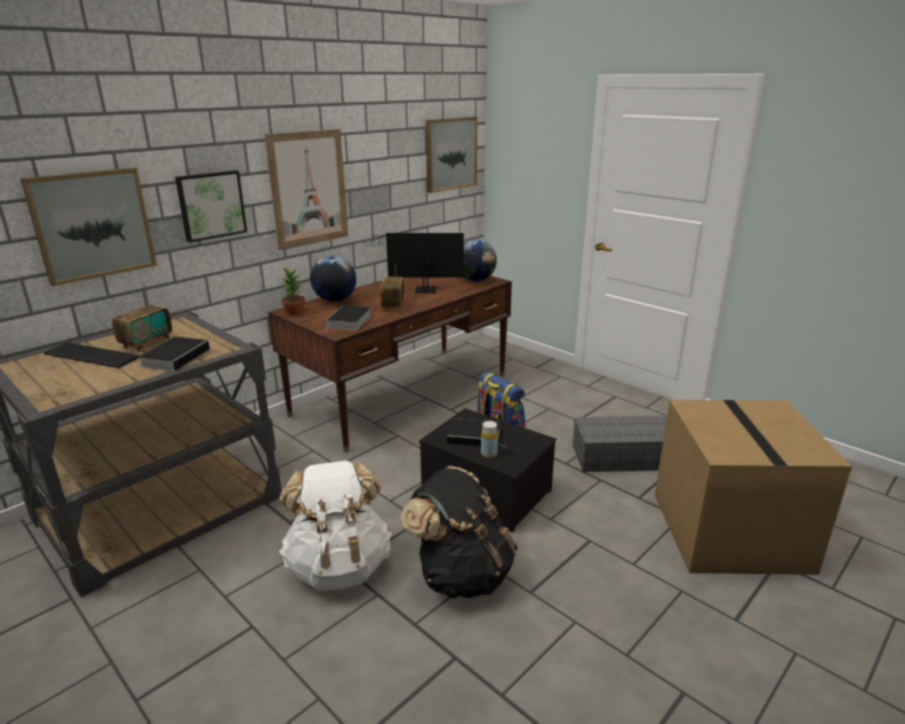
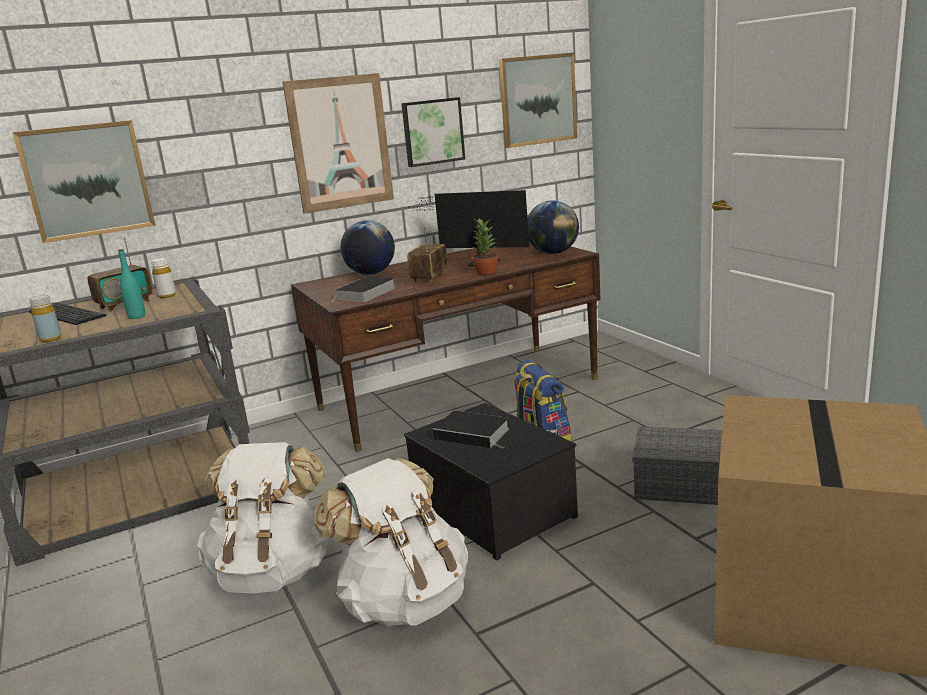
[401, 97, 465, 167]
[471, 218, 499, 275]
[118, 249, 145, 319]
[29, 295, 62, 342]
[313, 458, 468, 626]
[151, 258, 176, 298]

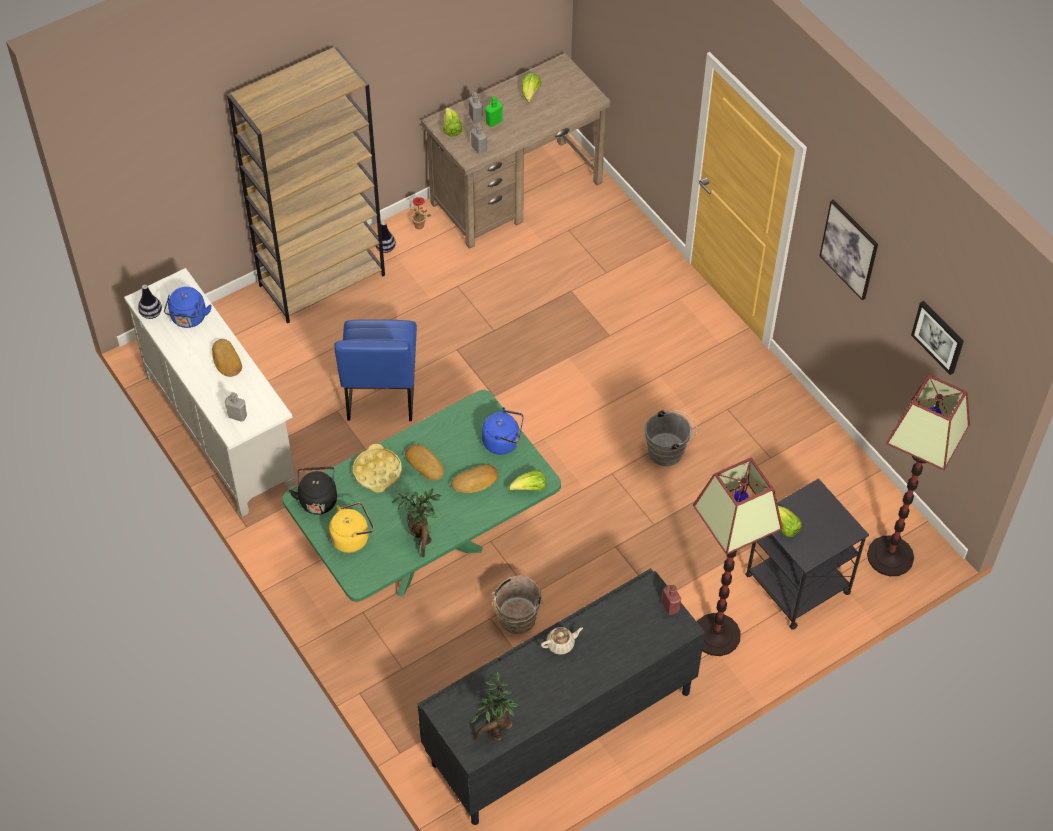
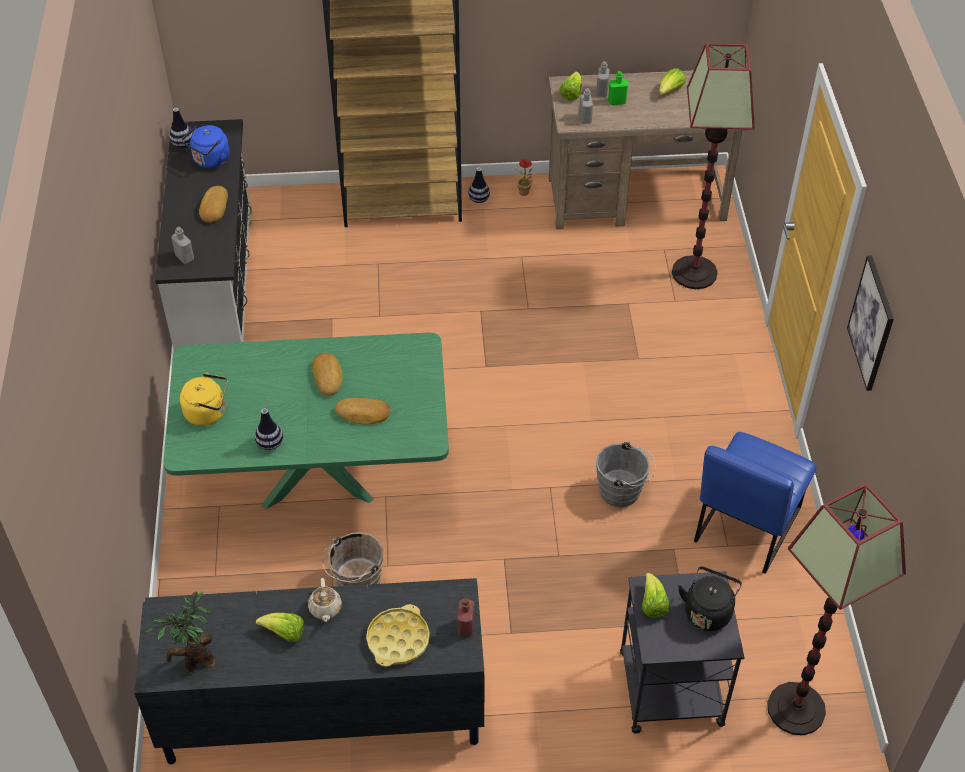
[155, 119, 252, 351]
[911, 301, 964, 375] (first image)
[694, 432, 817, 574]
[482, 407, 523, 455] (first image)
[366, 604, 430, 667]
[672, 43, 755, 289]
[678, 567, 742, 631]
[256, 613, 304, 642]
[255, 408, 283, 450]
[308, 578, 342, 622]

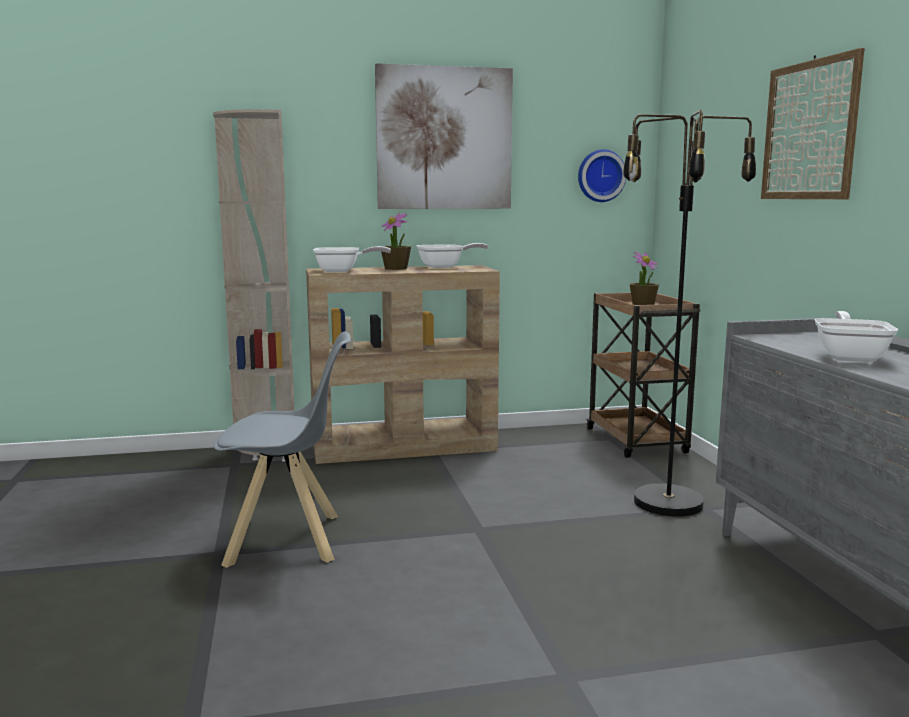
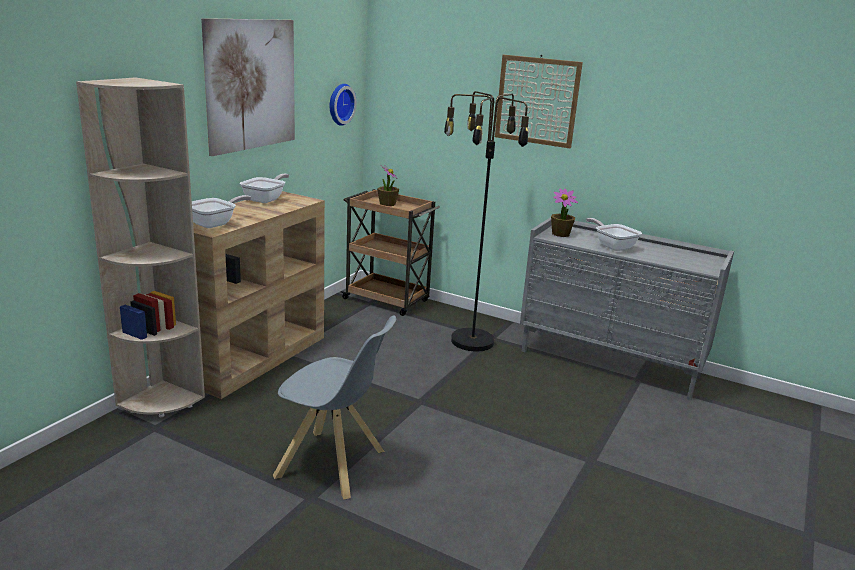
[551, 188, 578, 237]
[273, 316, 396, 500]

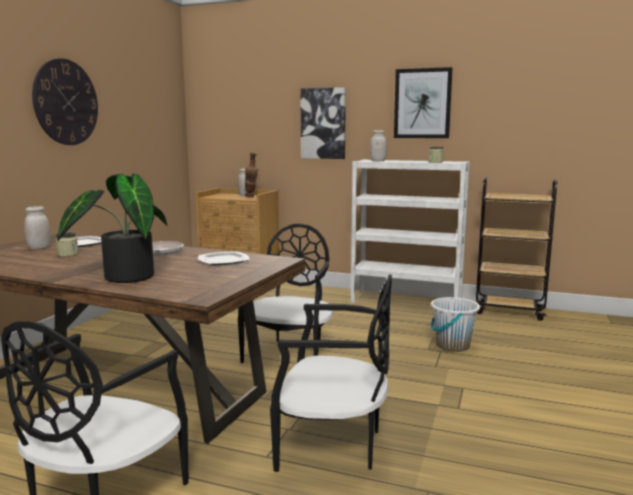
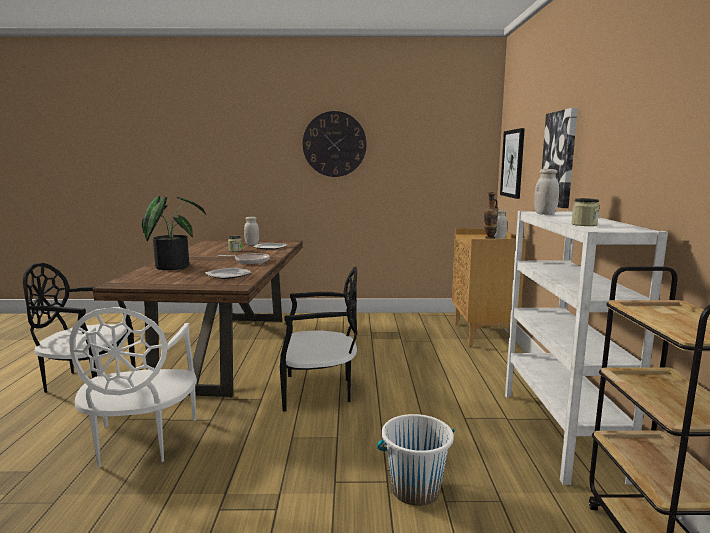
[500, 128, 525, 199]
[69, 307, 197, 468]

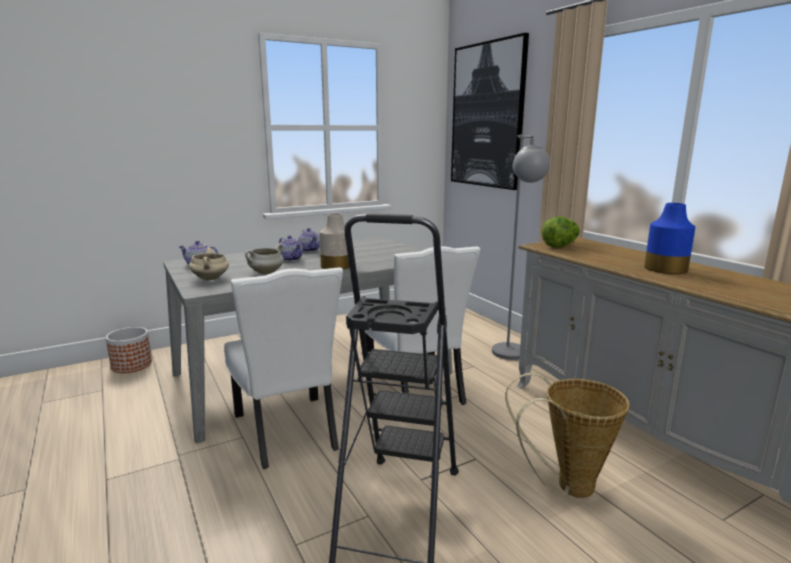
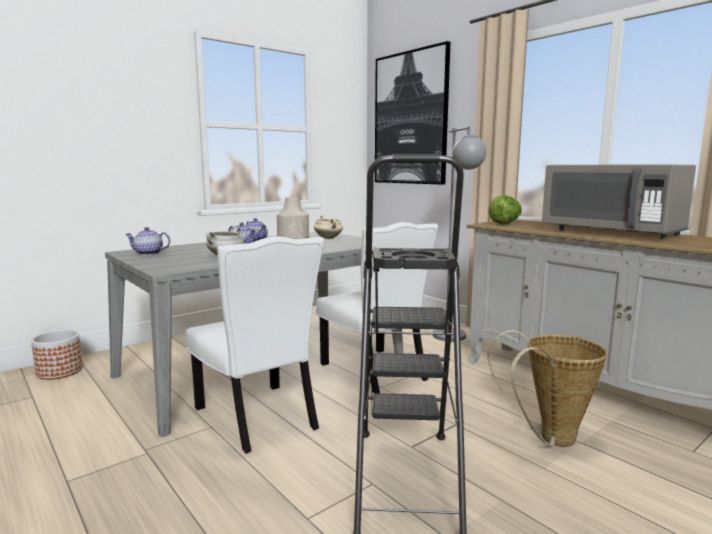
[542, 164, 696, 240]
[314, 215, 343, 239]

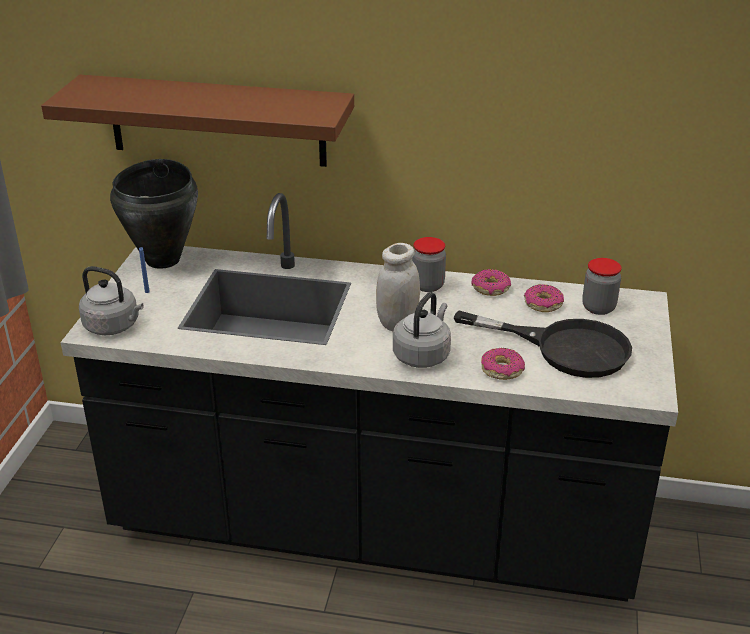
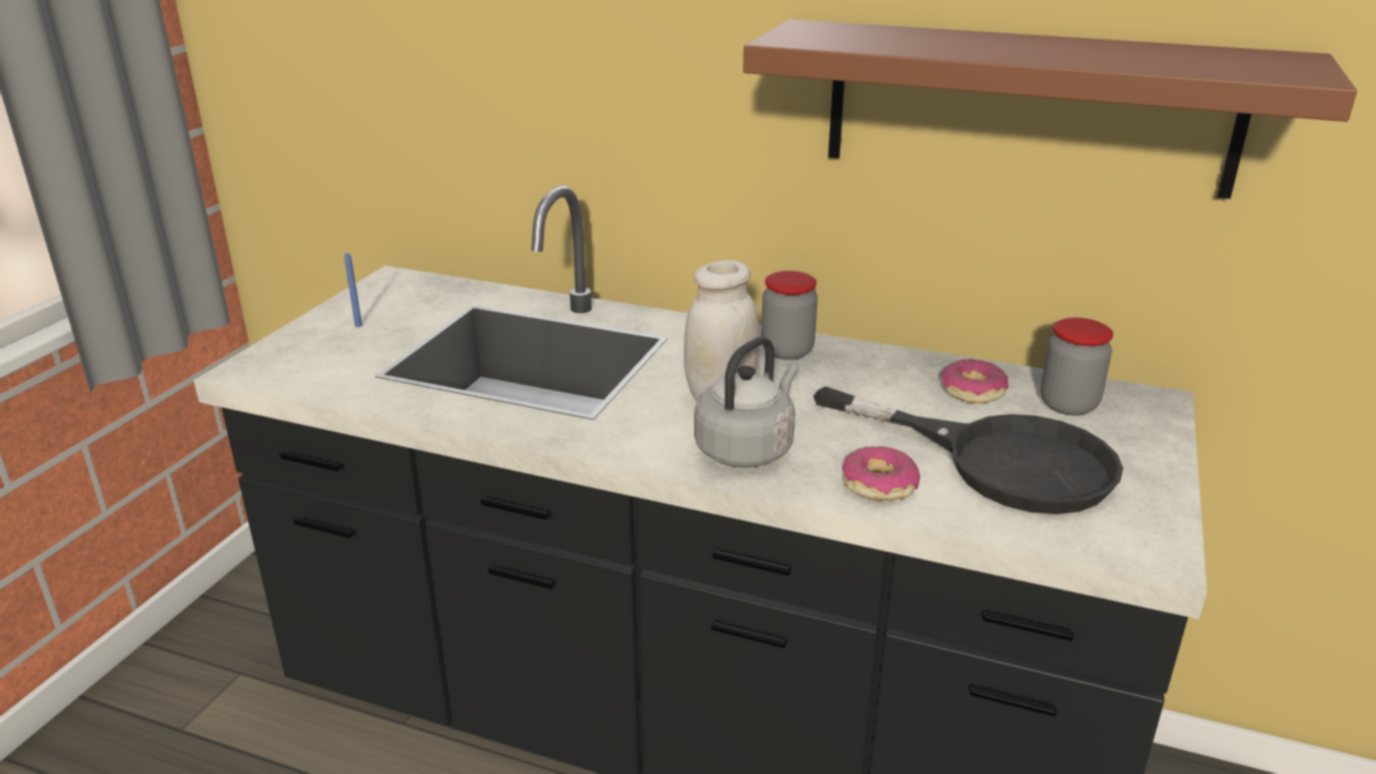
[743, 19, 1357, 199]
[110, 159, 198, 269] (first image)
[79, 266, 144, 335] (first image)
[471, 269, 511, 296] (first image)

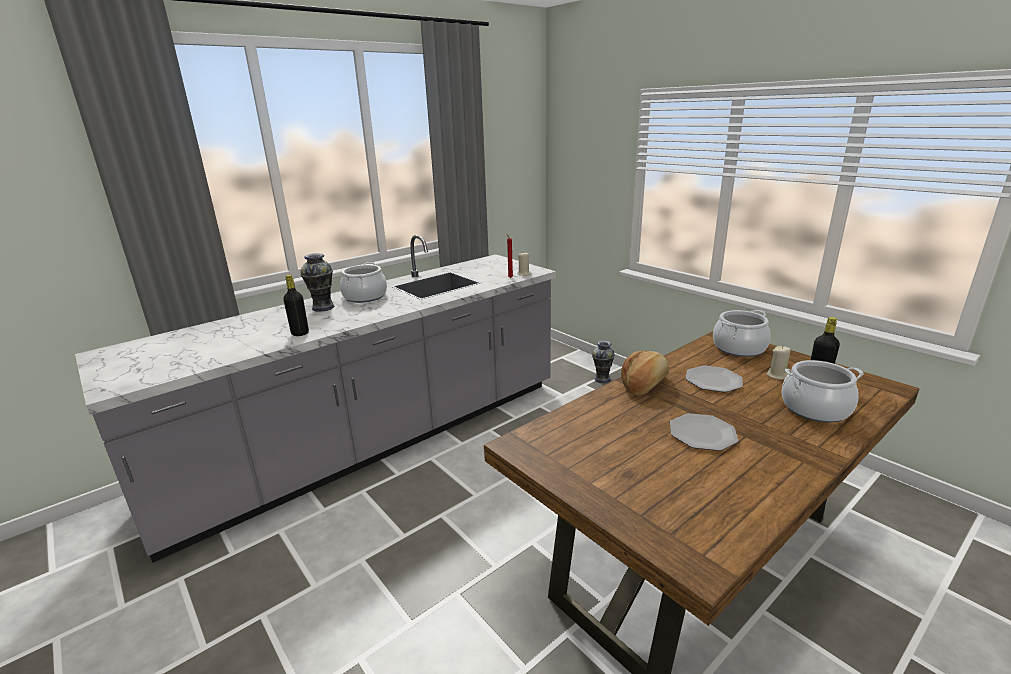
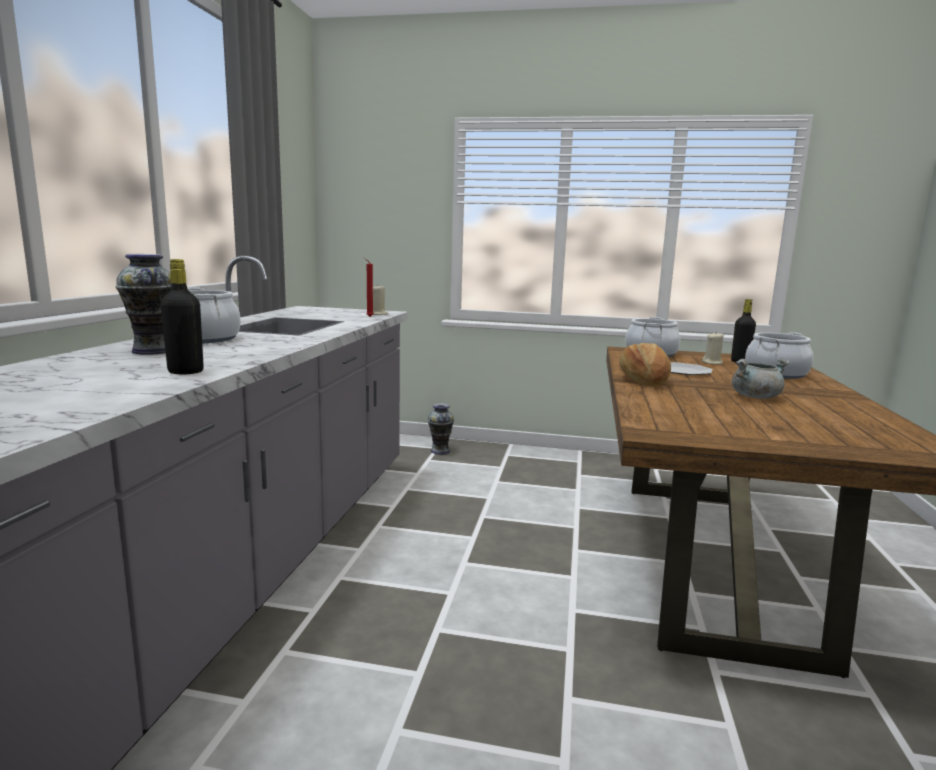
[732, 358, 790, 399]

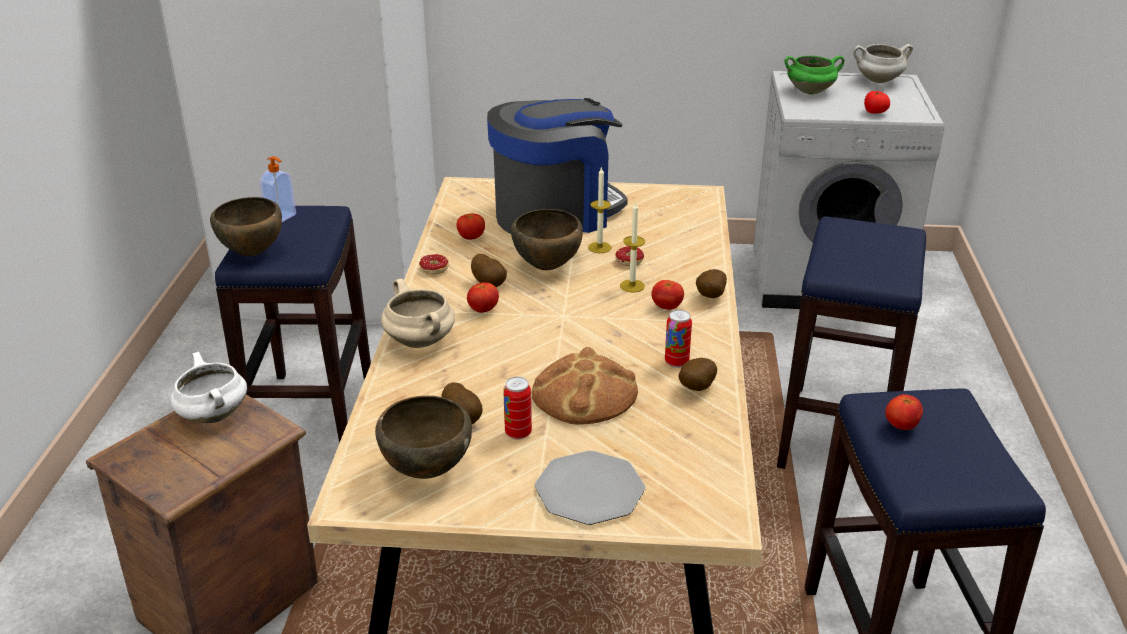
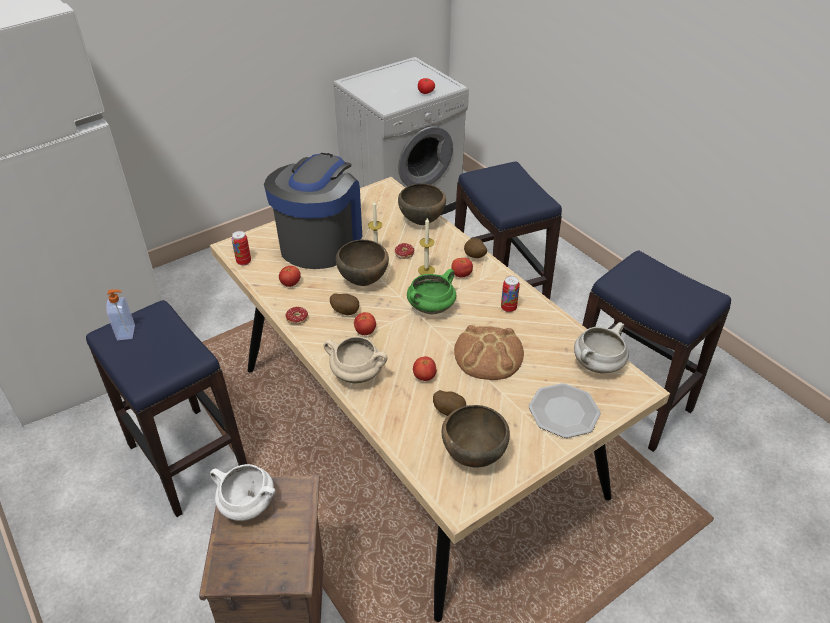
[574, 322, 629, 373]
[407, 269, 456, 314]
[398, 184, 446, 225]
[679, 358, 717, 391] (first image)
[232, 231, 251, 266]
[413, 356, 437, 381]

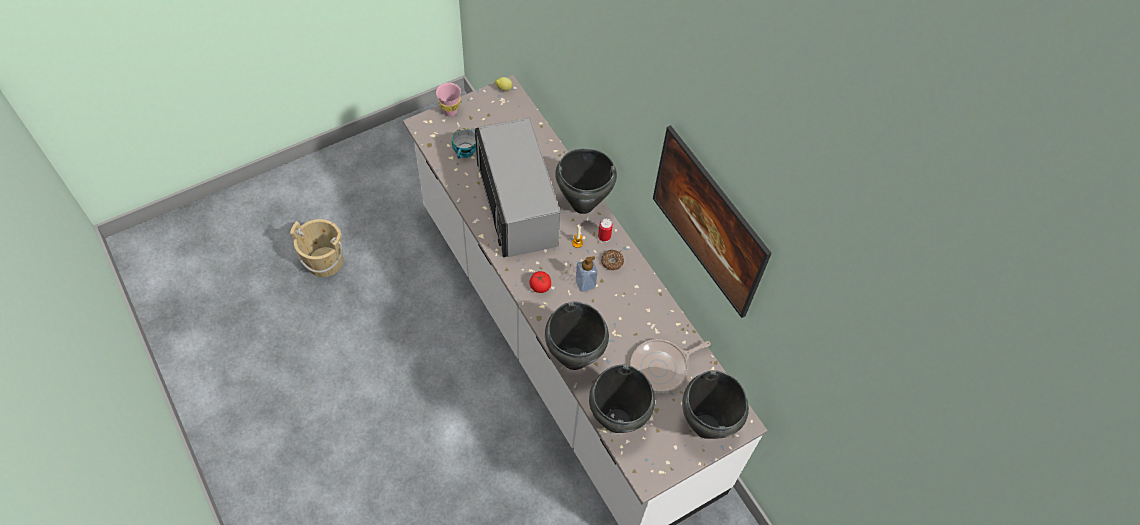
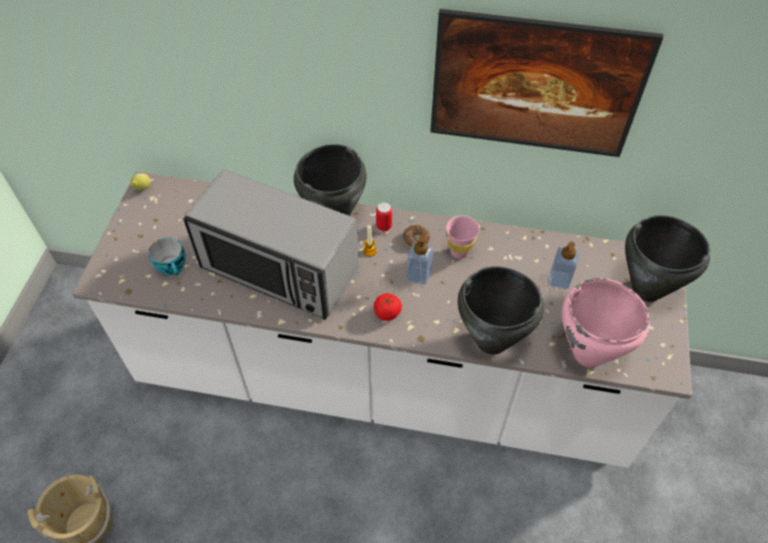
[446, 215, 479, 259]
[548, 242, 579, 289]
[562, 278, 650, 367]

